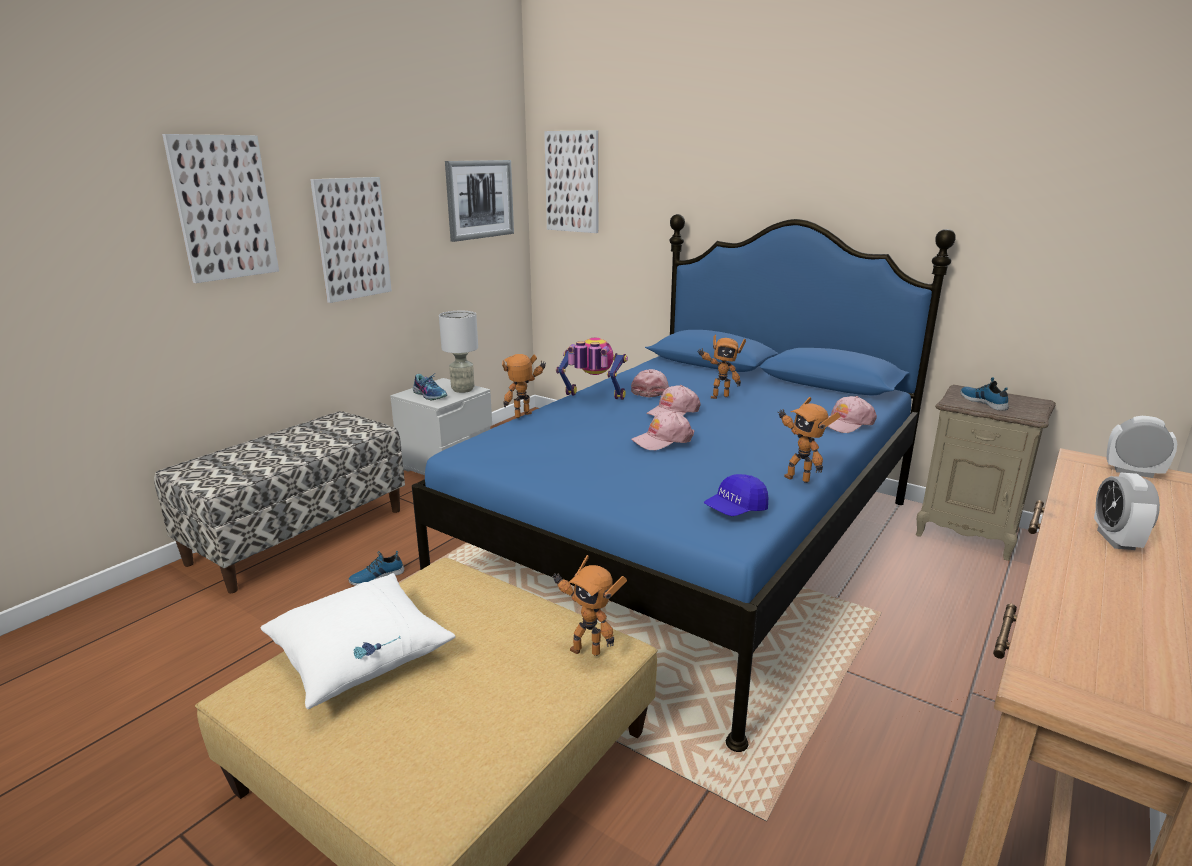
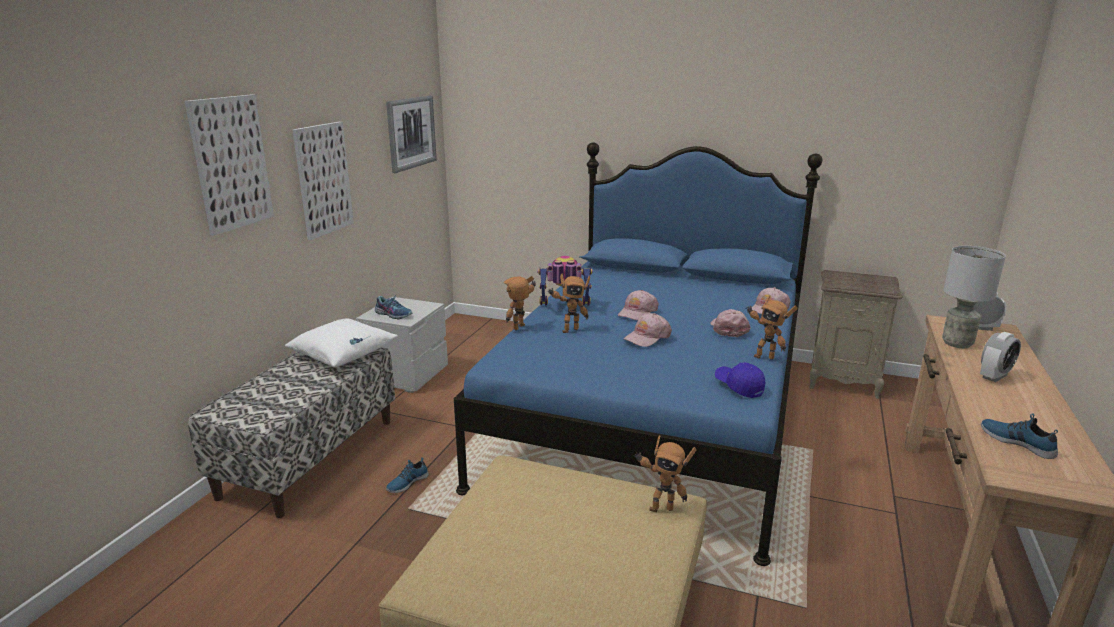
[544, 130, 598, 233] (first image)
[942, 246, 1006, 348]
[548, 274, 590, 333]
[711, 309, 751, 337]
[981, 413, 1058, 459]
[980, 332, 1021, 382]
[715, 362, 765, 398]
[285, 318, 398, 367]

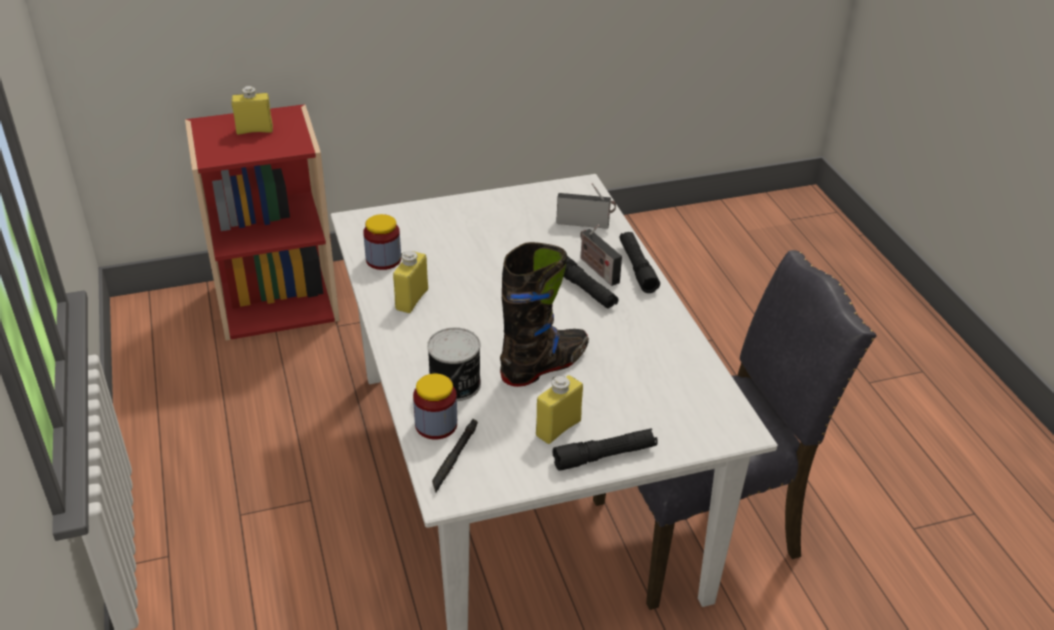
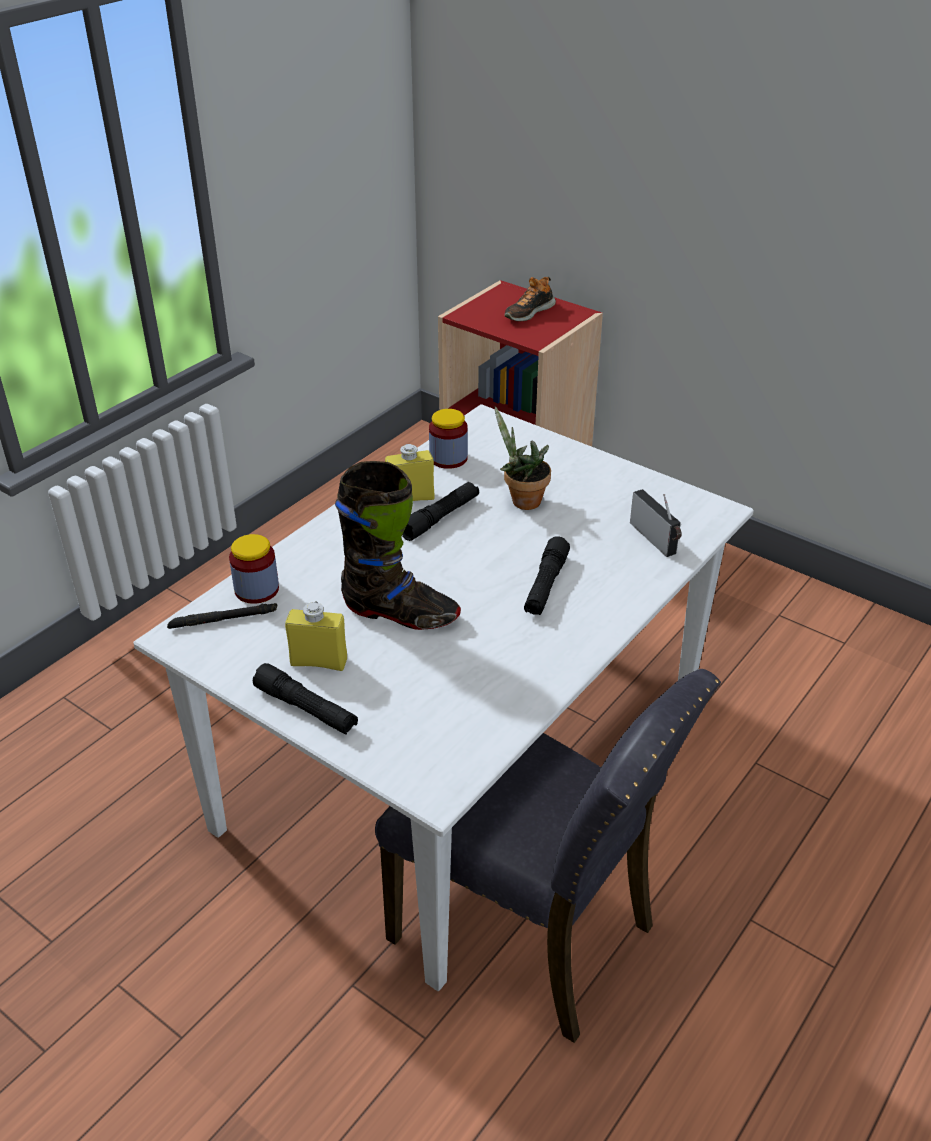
[505, 277, 556, 322]
[580, 224, 622, 286] (first image)
[402, 482, 479, 541]
[427, 328, 481, 401] (first image)
[495, 406, 551, 510]

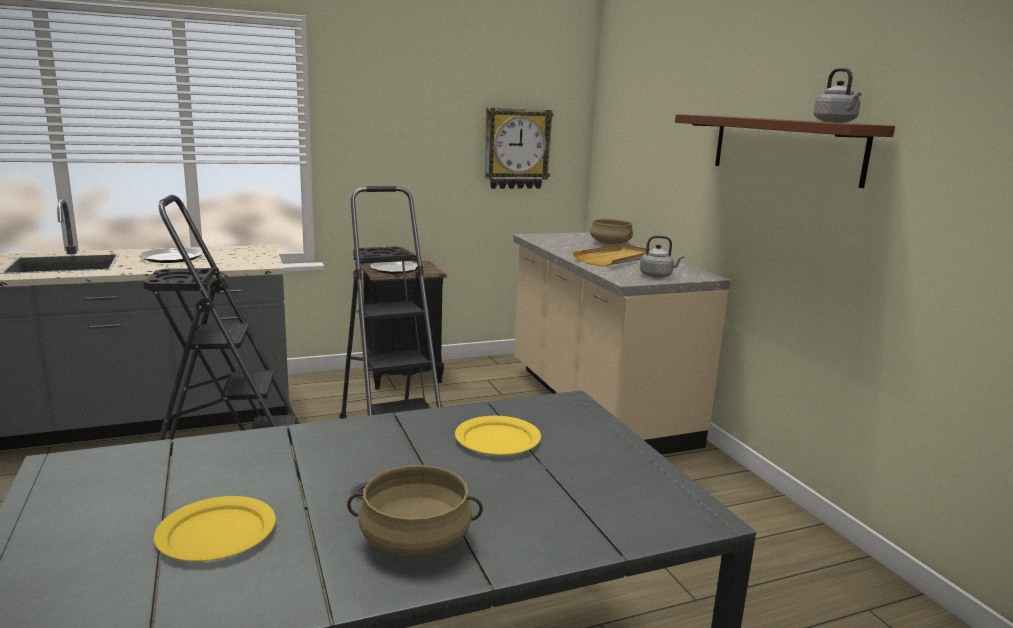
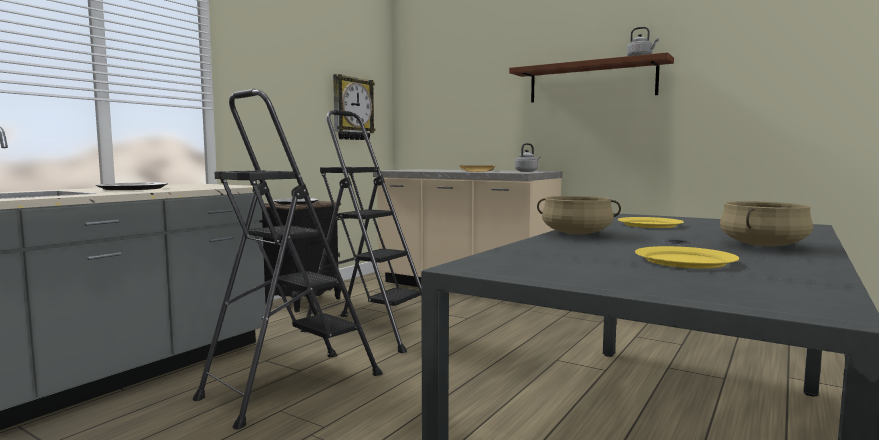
[537, 196, 621, 235]

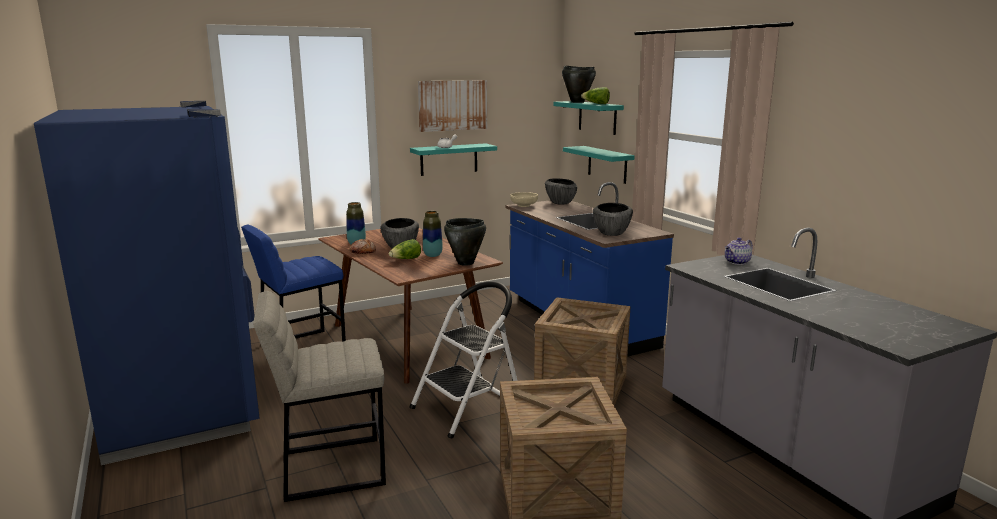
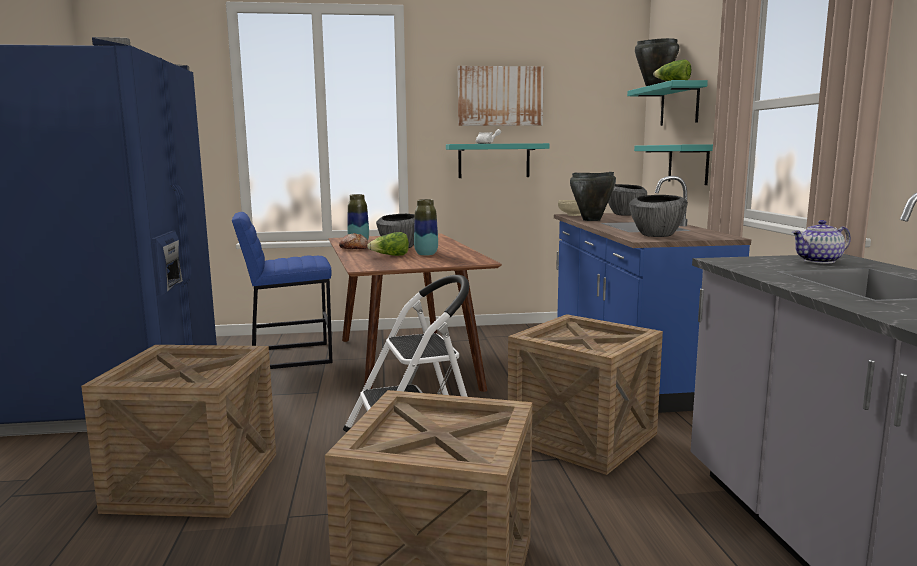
[570, 172, 616, 221]
[81, 345, 276, 518]

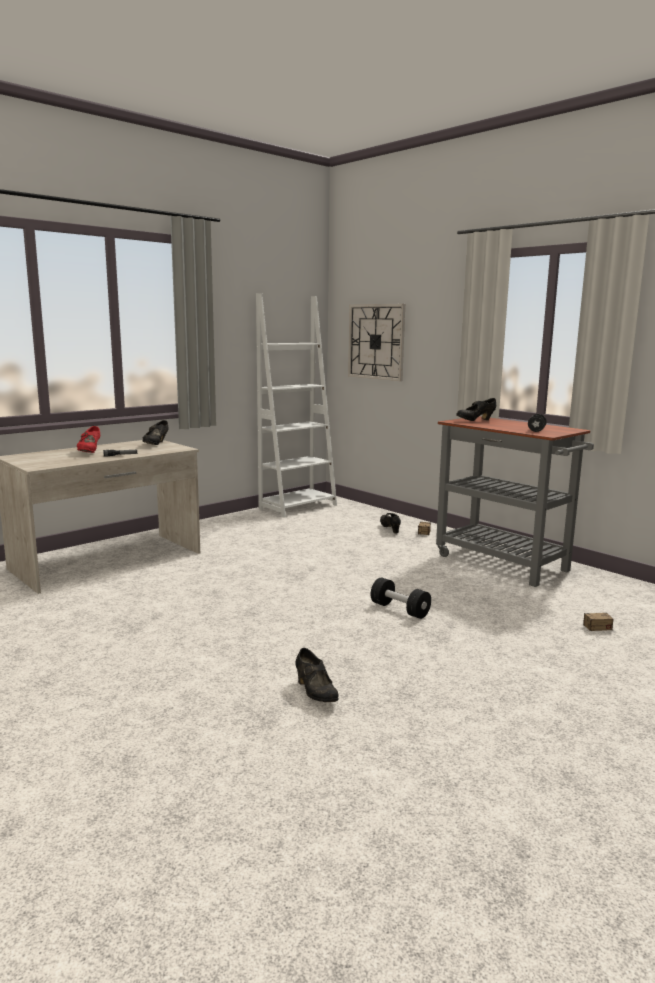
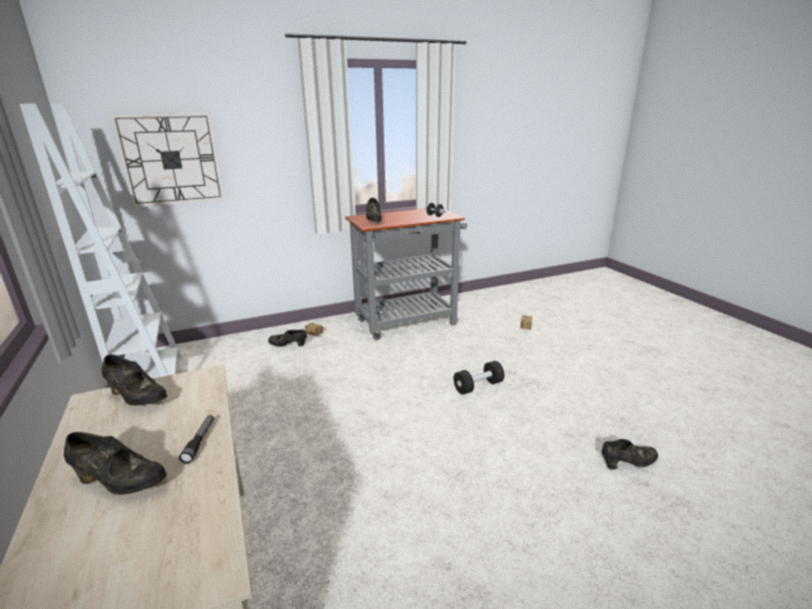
[64, 432, 167, 495]

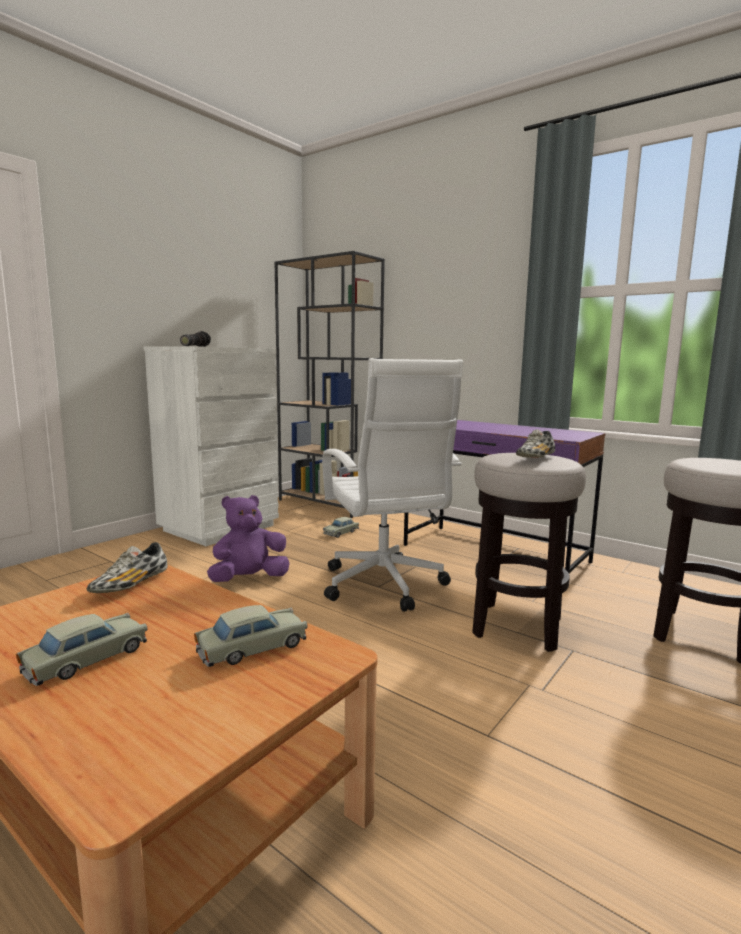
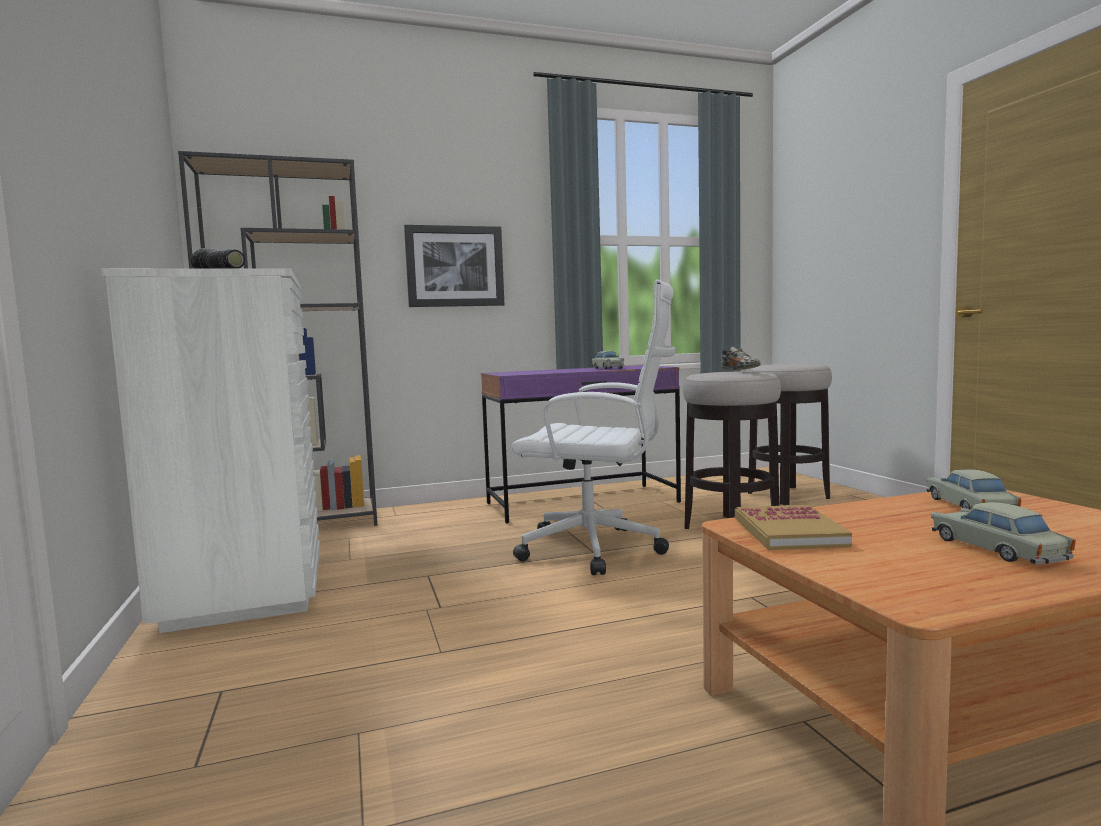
[207, 495, 290, 582] (first image)
[592, 351, 624, 370]
[735, 505, 852, 550]
[404, 225, 504, 307]

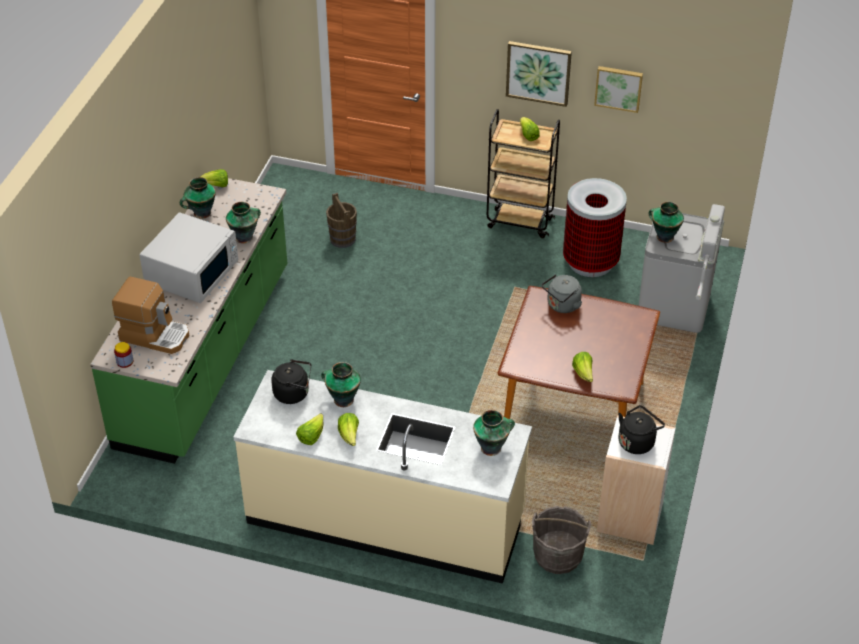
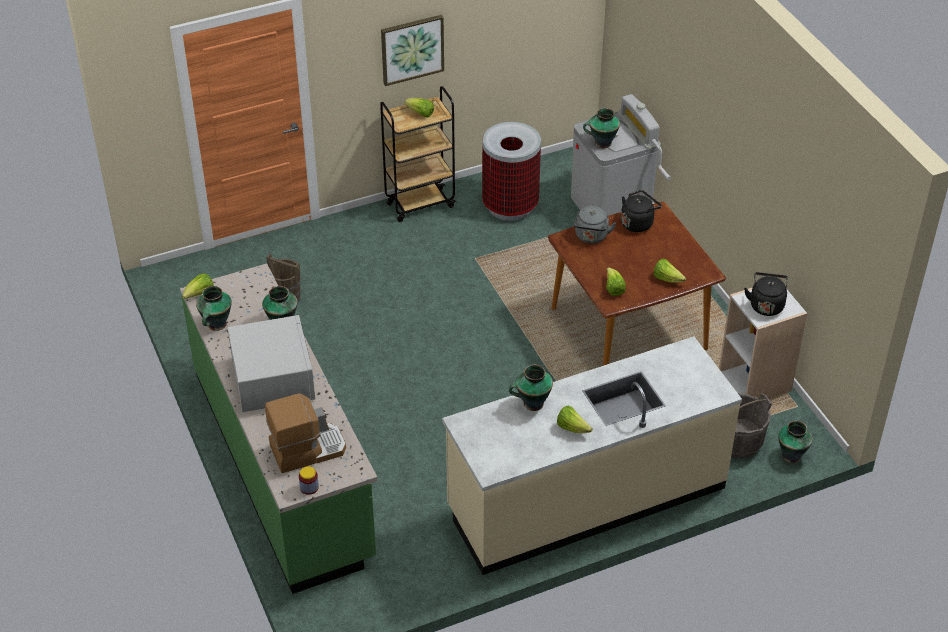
[594, 66, 643, 113] (first image)
[621, 190, 662, 232]
[778, 421, 813, 463]
[606, 267, 626, 296]

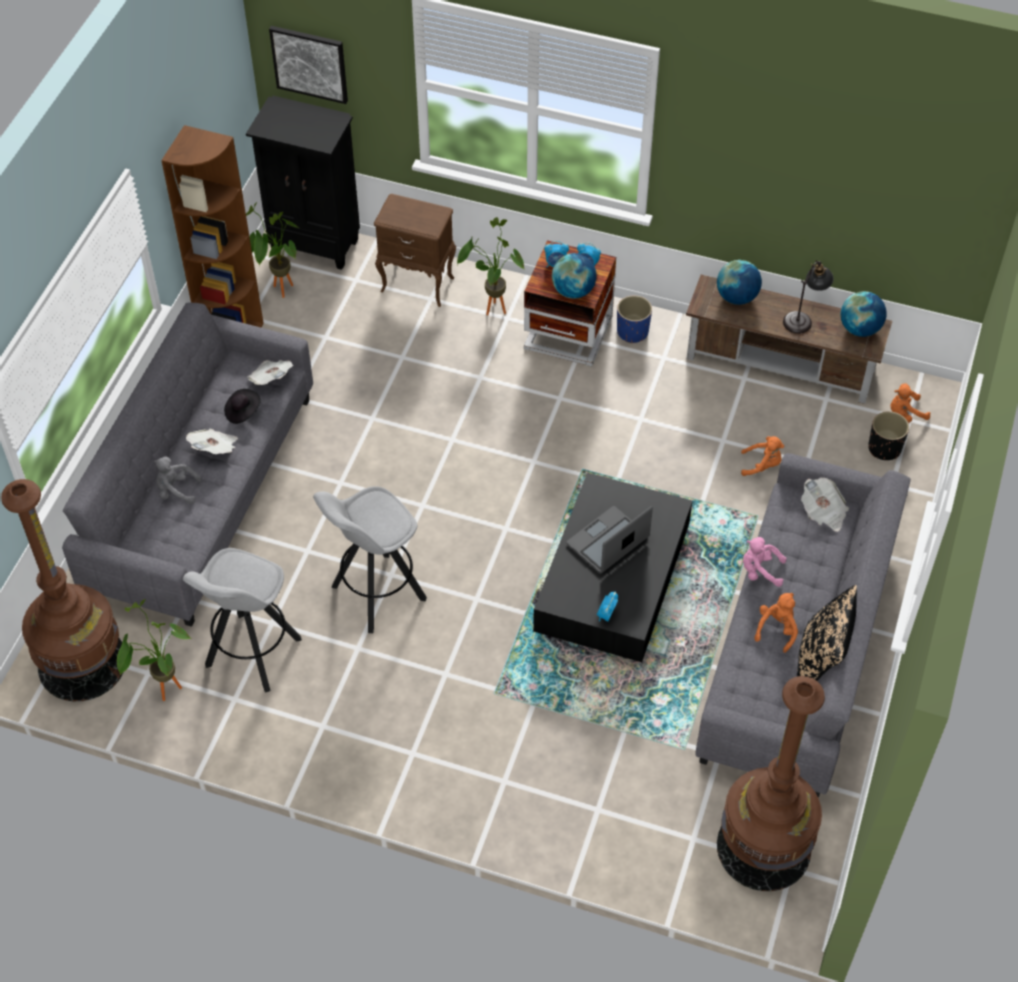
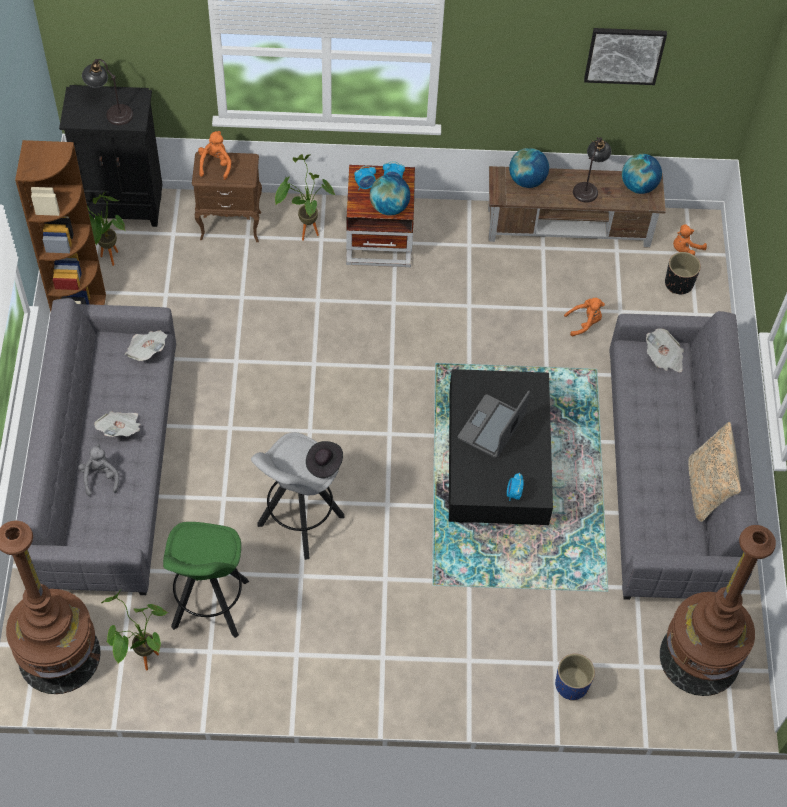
[584, 28, 667, 85]
[555, 654, 595, 701]
[306, 441, 343, 478]
[78, 444, 119, 496]
[743, 537, 787, 587] (first image)
[163, 522, 249, 638]
[688, 422, 741, 522]
[198, 131, 231, 180]
[82, 59, 133, 125]

